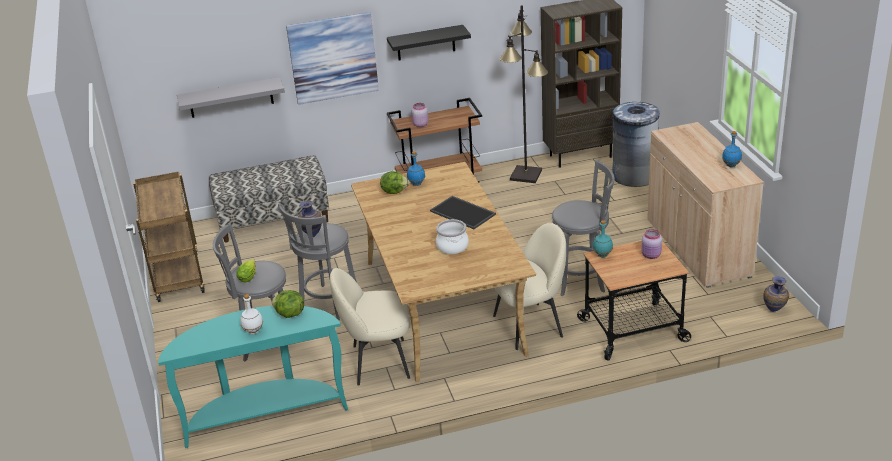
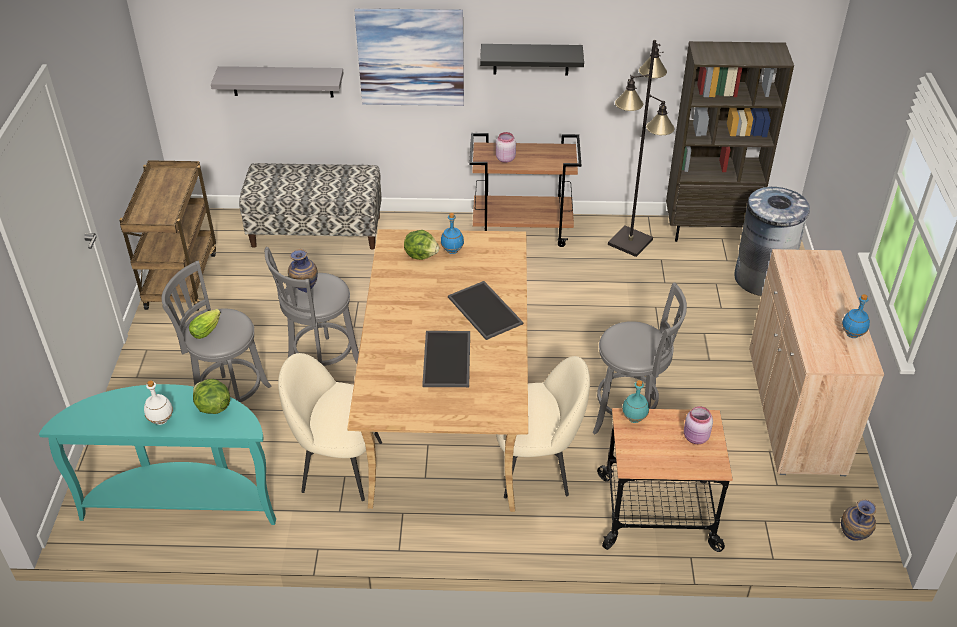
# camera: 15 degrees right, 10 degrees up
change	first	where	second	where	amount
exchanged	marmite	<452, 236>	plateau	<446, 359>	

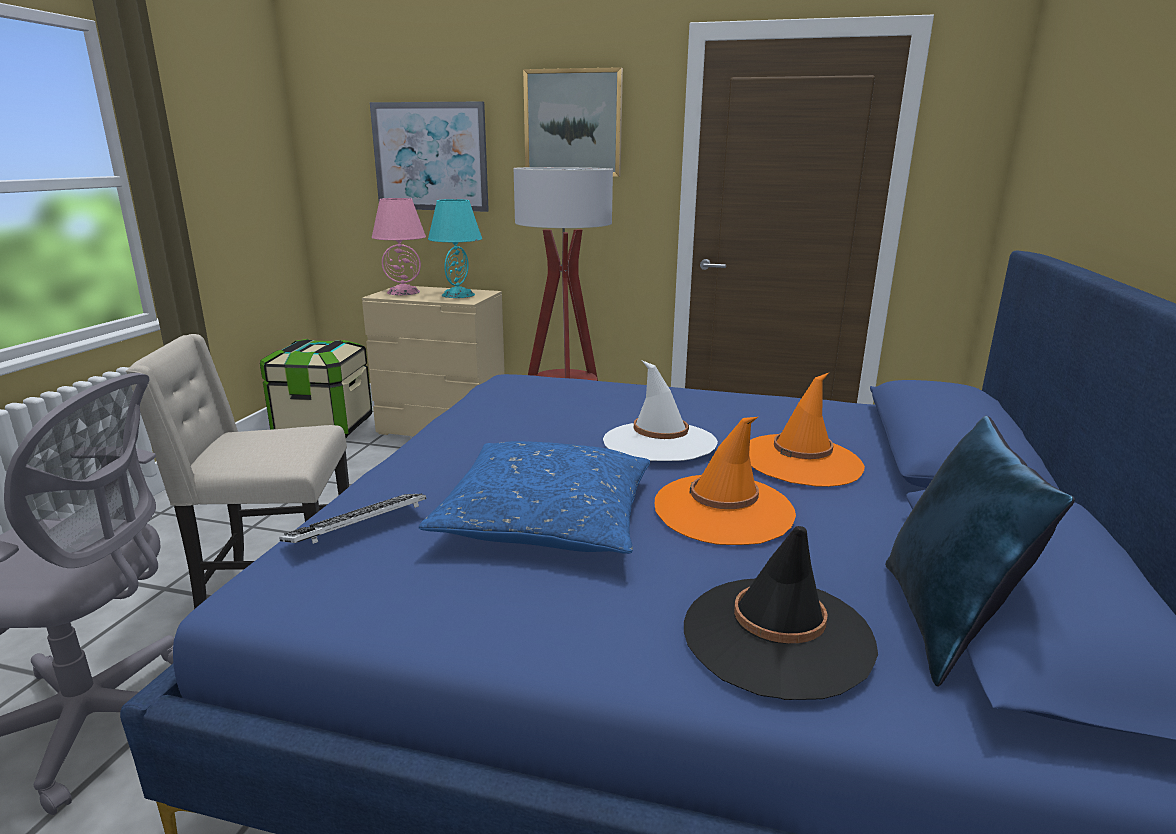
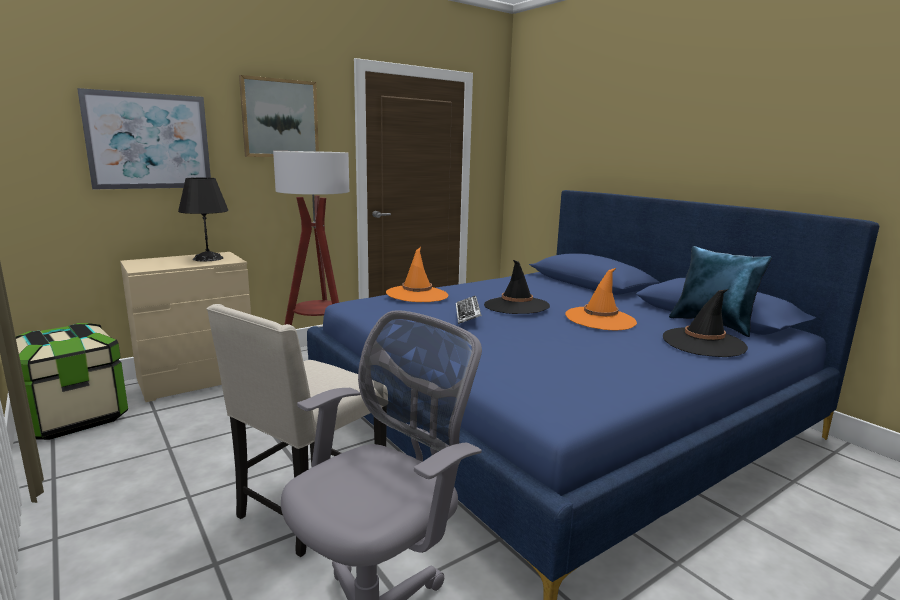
# camera: 50 degrees left, 5 degrees down
change	first	where	second	where	amount
missing	lampe de table [rose]	<399, 246>			
missing	coussin [bleu]	<534, 497>			
relocated	clavier	<353, 519>		<469, 310>	
relocated	chapeau [orange]	<807, 430>		<417, 274>	
colour	lampe de table [turquoise]	<455, 248>	lampe de table [noir]	<203, 219>	
colour	chapeau [blanc]	<660, 411>	chapeau [noir]	<517, 287>	

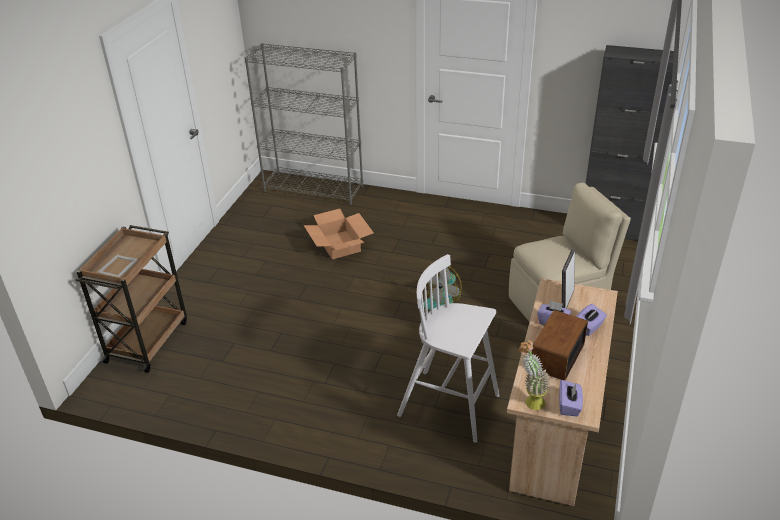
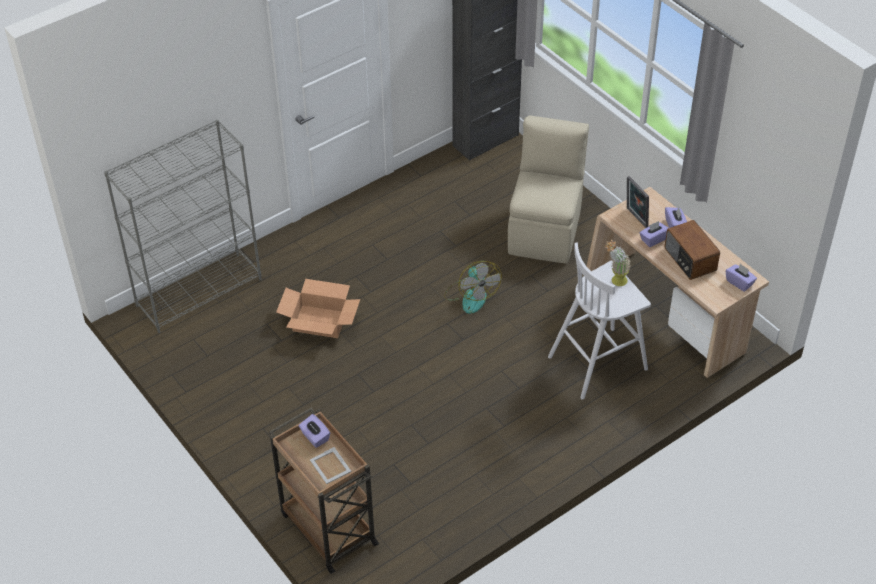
# camera: 55 degrees left, 10 degrees up
change	first	where	second	where	amount
appeared			boîte à mouchoirs [violet]	<314, 431>	
relocated	plante en pot	<534, 375>		<618, 262>	

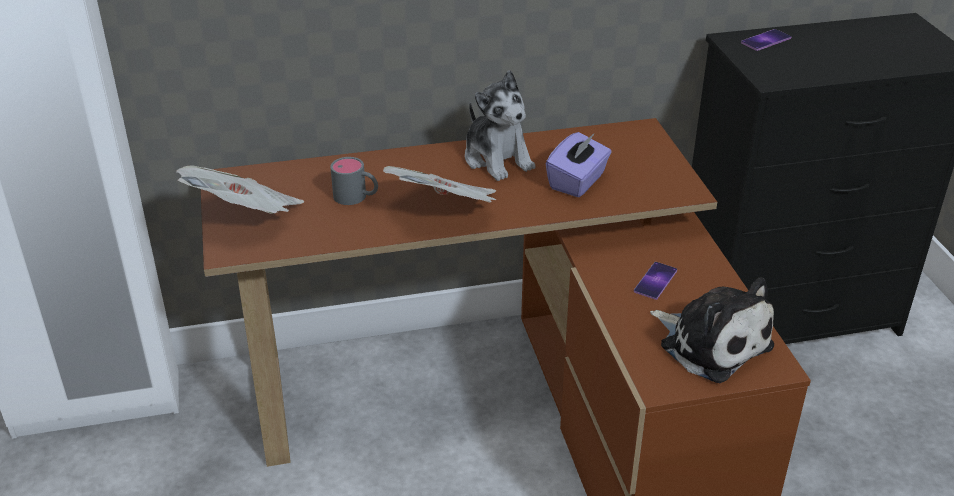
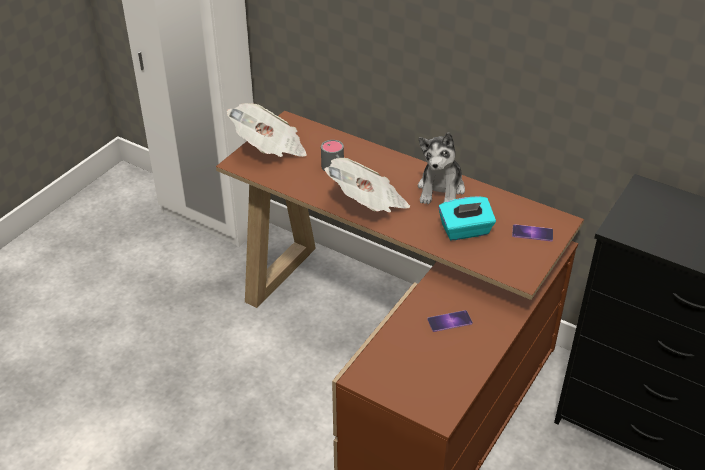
# camera: 45 degrees right, 5 degrees up
change	first	where	second	where	amount
missing	peluche	<712, 330>			
relocated	téléphone	<766, 40>		<532, 232>	
colour	boîte à mouchoirs [violet]	<579, 164>	boîte à mouchoirs [turquoise]	<467, 218>	

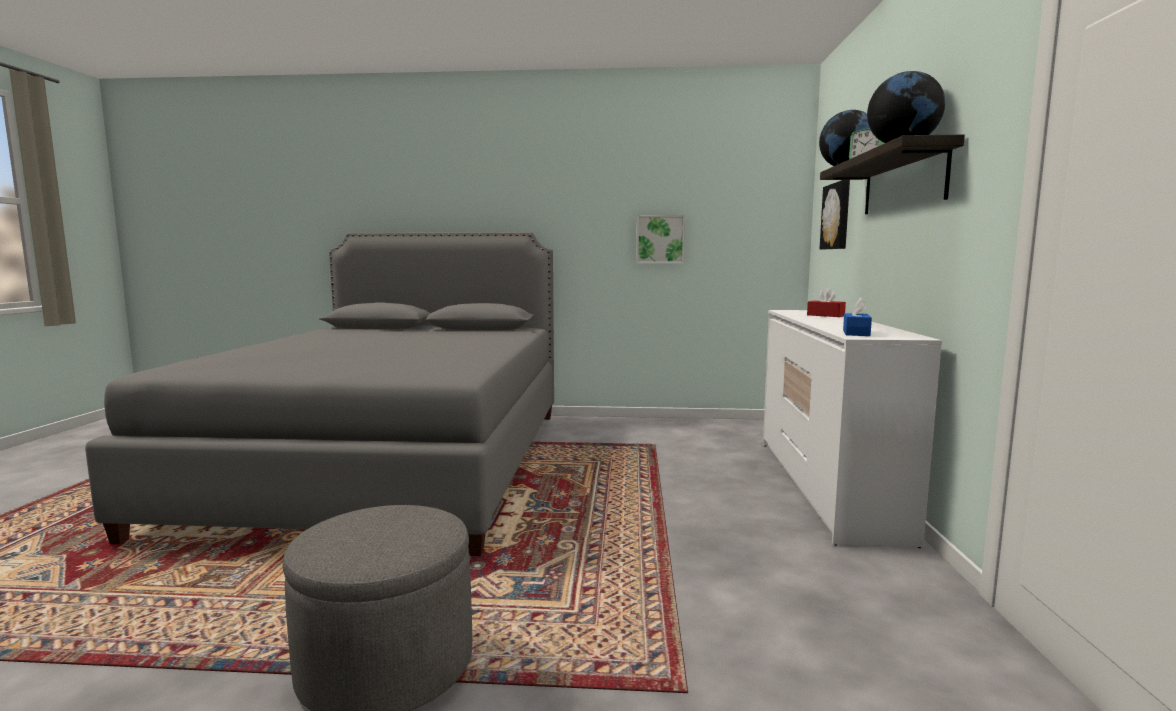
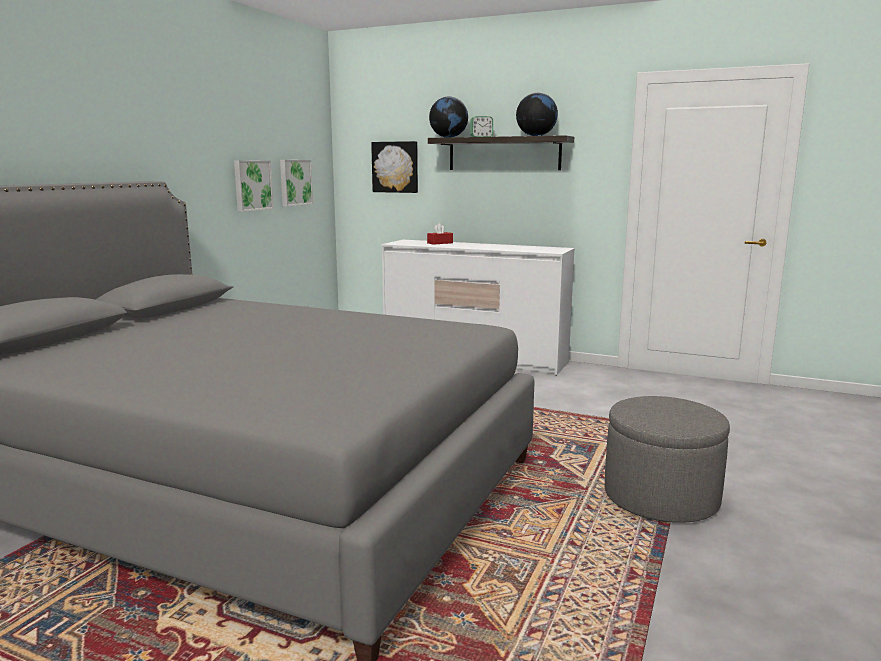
# camera: 70 degrees left, 5 degrees up
change	first	where	second	where	amount
missing	boîte à mouchoirs [bleu]	<857, 316>			
appeared			tableau	<296, 183>	

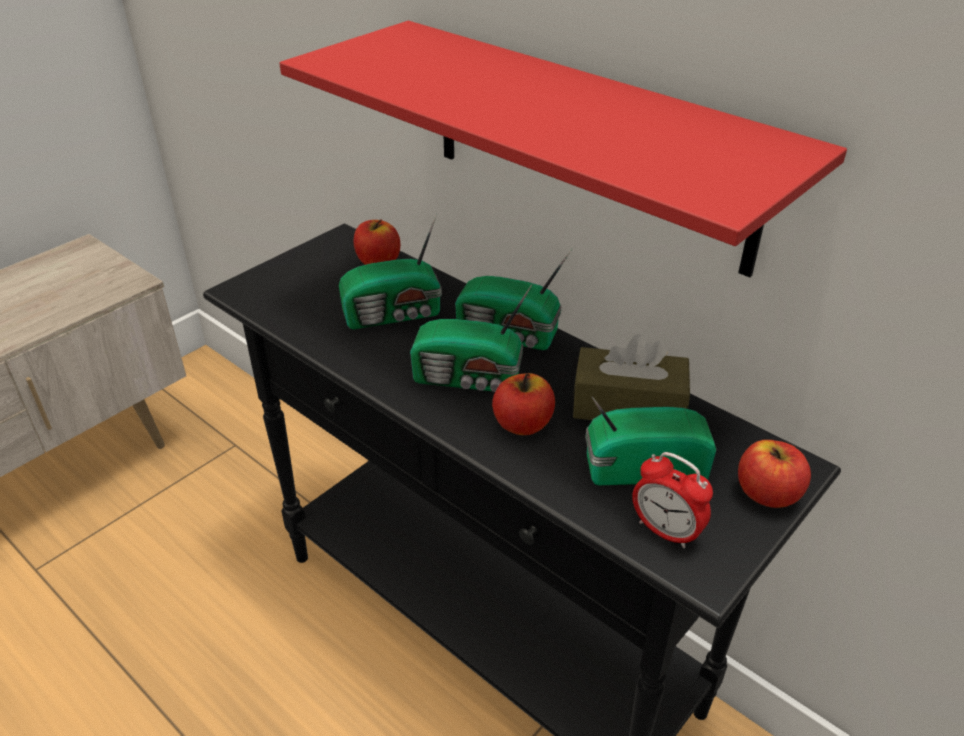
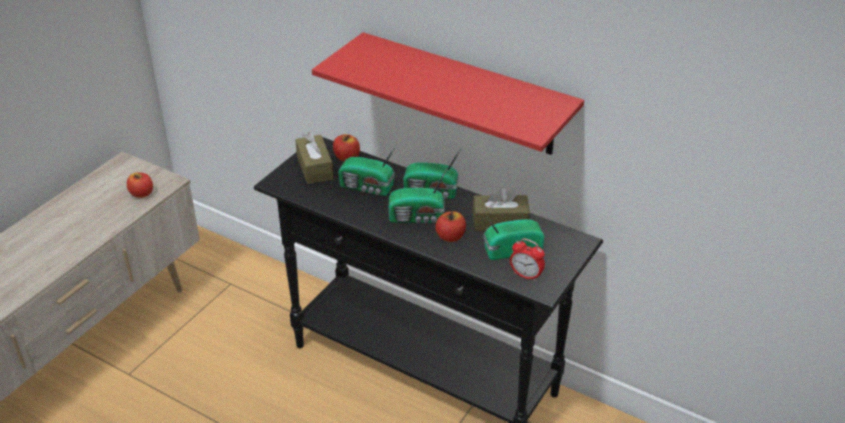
# camera: 10 degrees left, 0 degrees up
change	first	where	second	where	amount
appeared			boîte à mouchoirs [marron]	<314, 158>	
relocated	pomme	<774, 474>		<140, 185>	
spun	radio	<390, 271>		<368, 170>	45 degrees clockwise

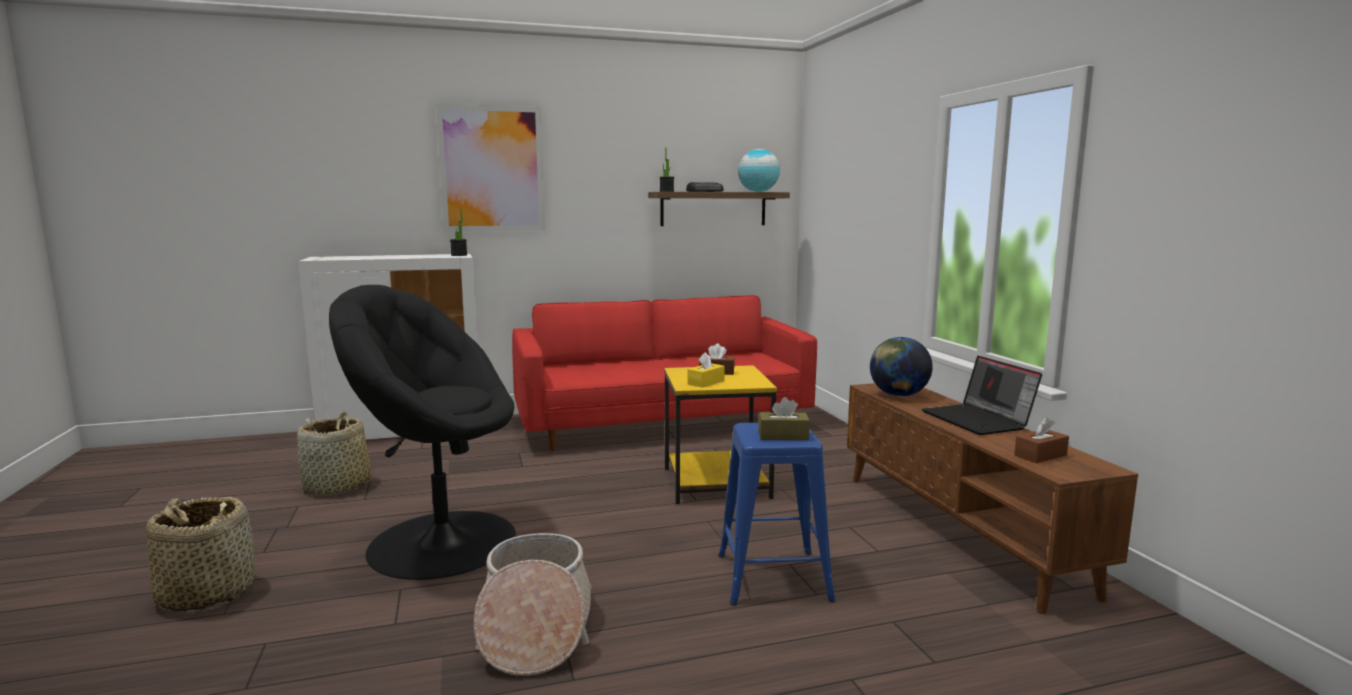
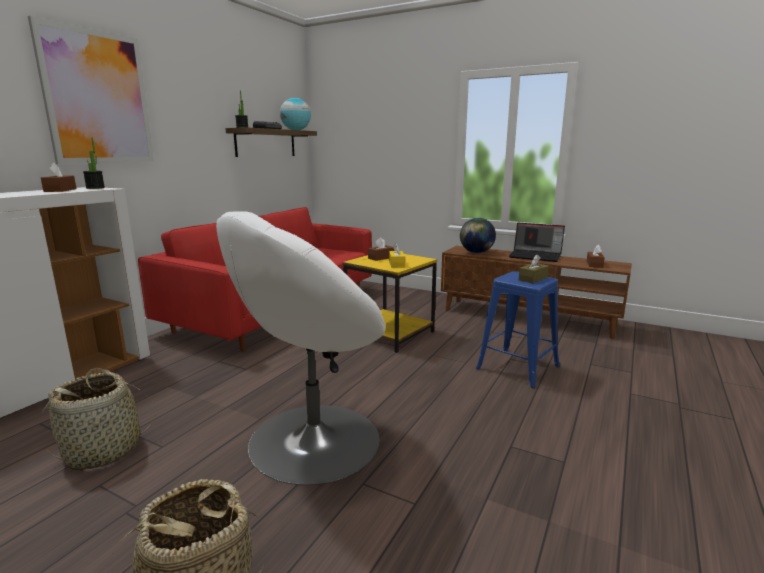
# camera: 45 degrees left, 5 degrees up
change	first	where	second	where	amount
missing	panier	<533, 604>			
appeared			boîte à mouchoirs [marron]	<59, 177>	
colour	fauteuil [noir]	<422, 432>	fauteuil [blanc]	<301, 348>	

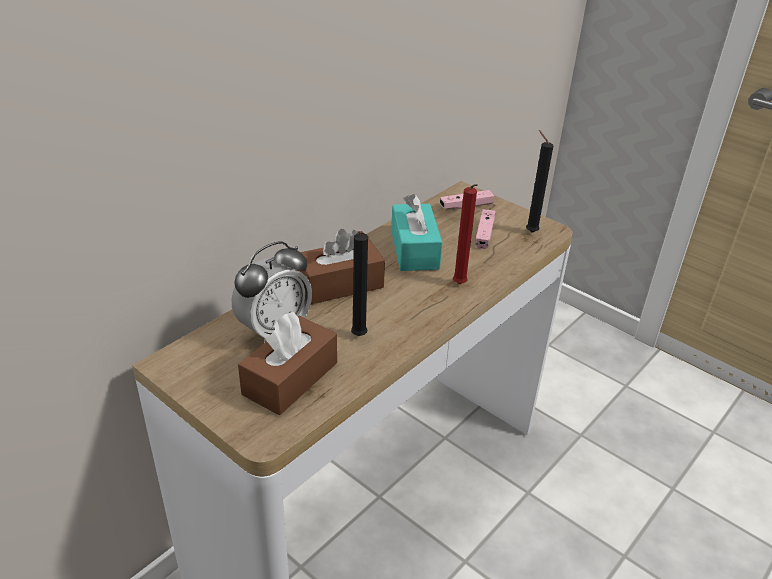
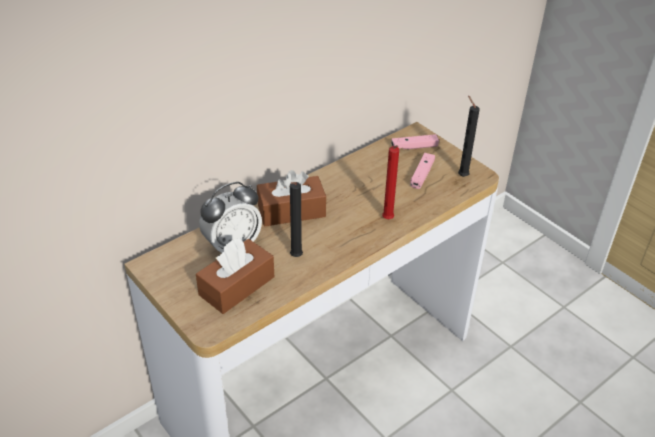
# camera: 10 degrees right, 5 degrees up
change	first	where	second	where	amount
missing	boîte à mouchoirs [turquoise]	<417, 232>			

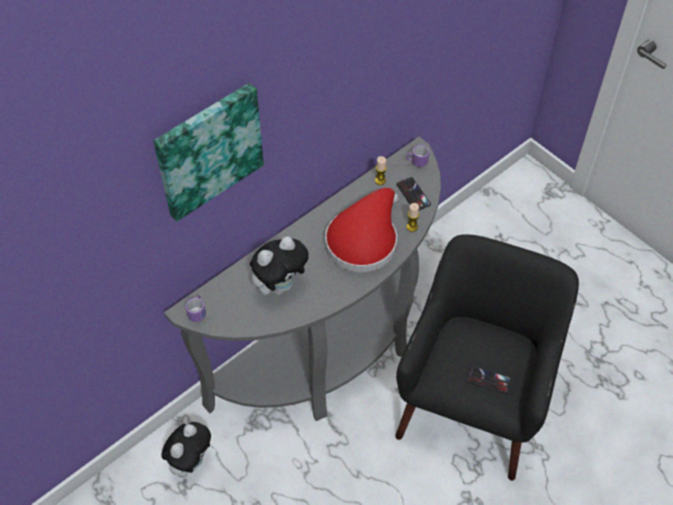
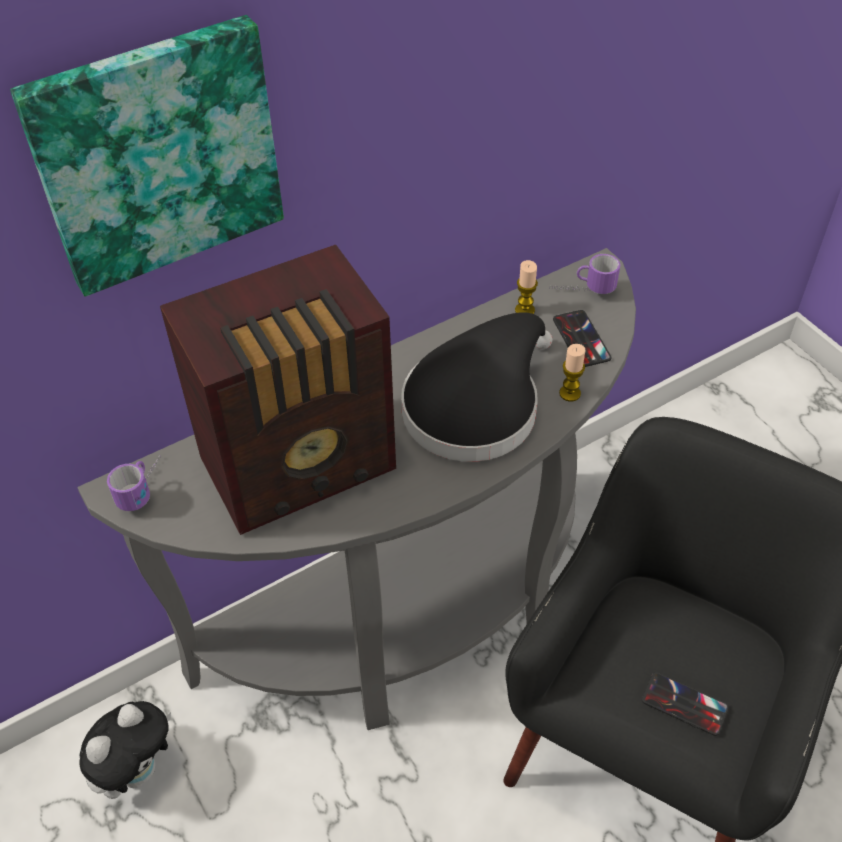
# camera: 10 degrees right, 5 degrees down
change	first	where	second	where	amount
exchanged	peluche	<279, 266>	radio	<278, 390>	
colour	chapeau [rouge]	<362, 230>	chapeau [noir]	<476, 387>	

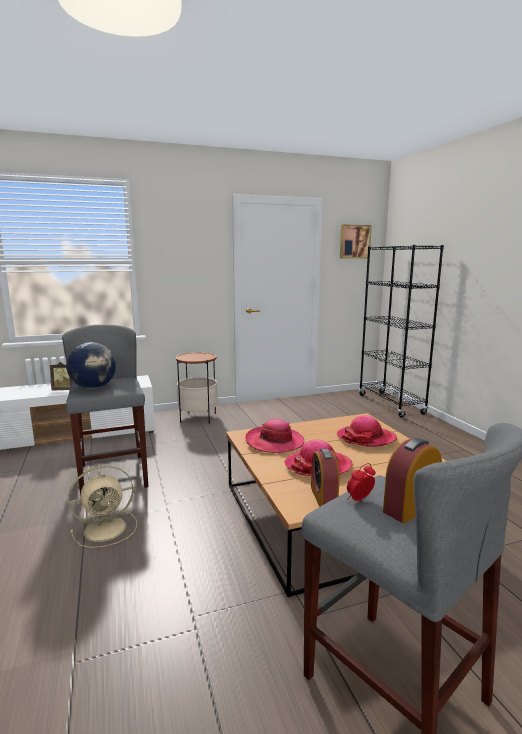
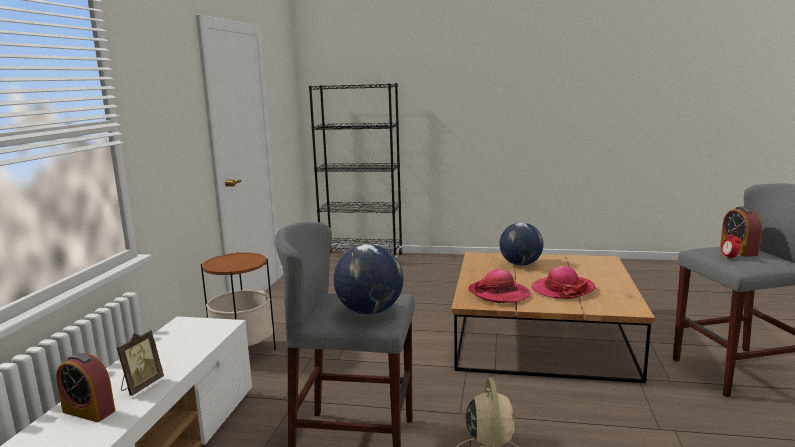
# camera: 60 degrees left, 0 degrees up
change	first	where	second	where	amount
missing	tableau	<356, 241>			
relocated	réveil	<325, 478>		<85, 387>	
exchanged	chapeau	<366, 431>	globe	<521, 244>	

